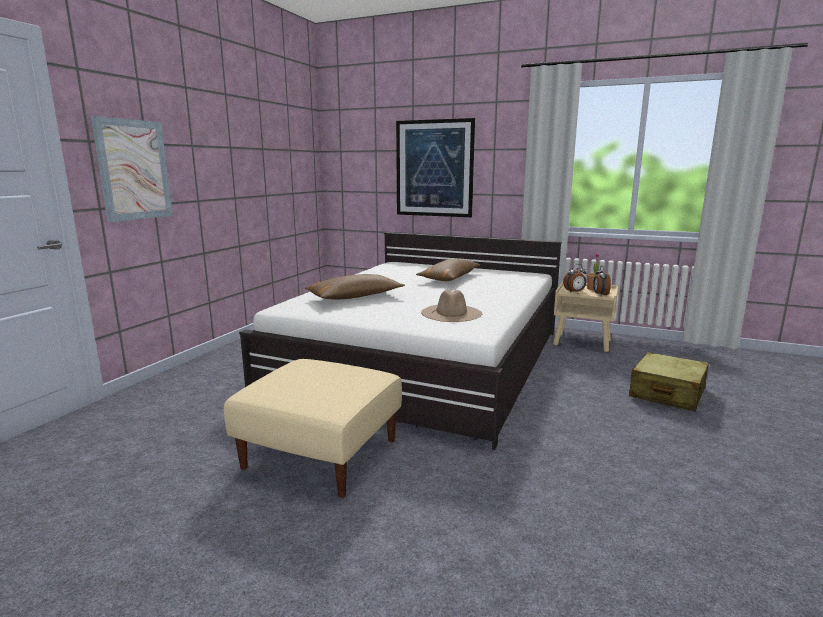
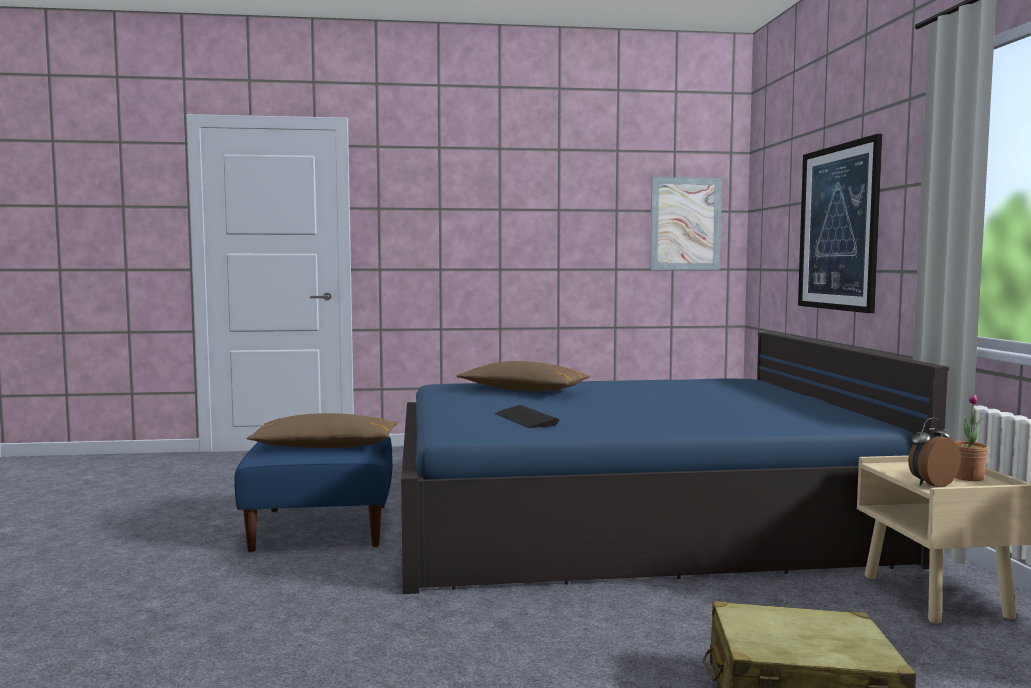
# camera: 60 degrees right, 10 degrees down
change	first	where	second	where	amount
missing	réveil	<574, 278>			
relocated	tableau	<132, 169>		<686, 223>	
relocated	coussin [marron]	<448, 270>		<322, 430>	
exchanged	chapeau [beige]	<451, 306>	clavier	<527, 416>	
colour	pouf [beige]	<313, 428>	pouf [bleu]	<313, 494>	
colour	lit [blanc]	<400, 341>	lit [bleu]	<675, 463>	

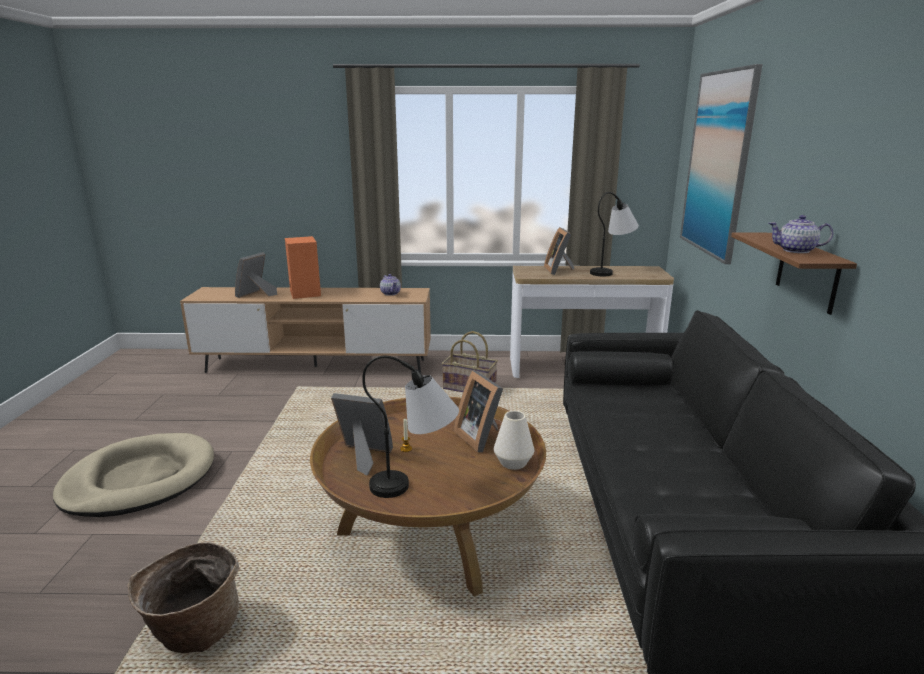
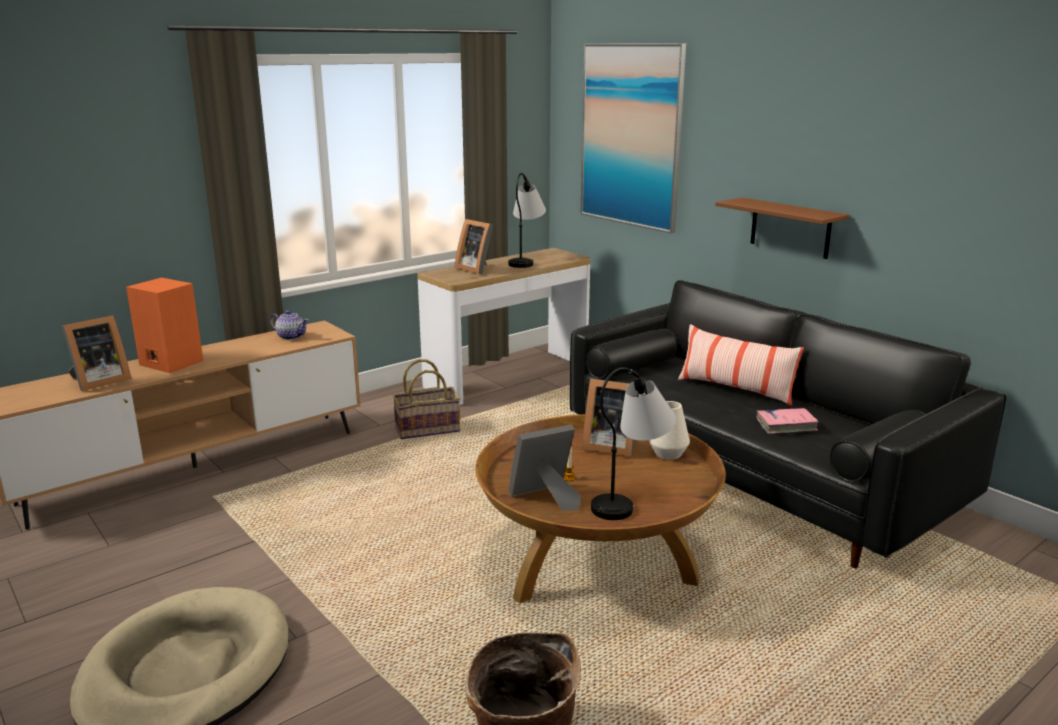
# camera: 40 degrees left, 0 degrees up
change	first	where	second	where	amount
missing	théière	<801, 234>			
appeared			coussin	<741, 365>	
appeared			livre [rose]	<787, 421>	
spun	cadre photo	<256, 275>		<96, 353>	120 degrees counterclockwise

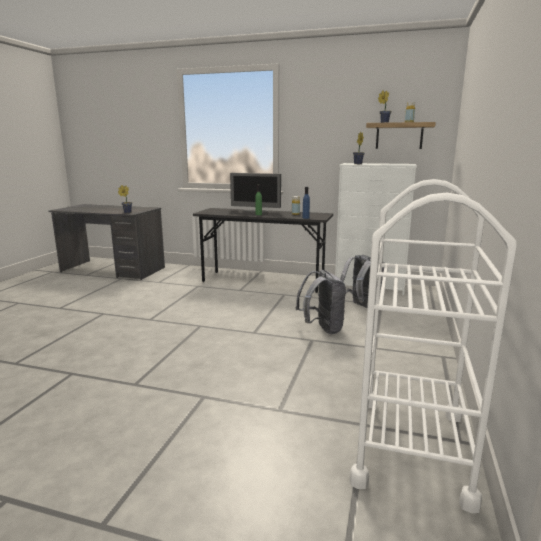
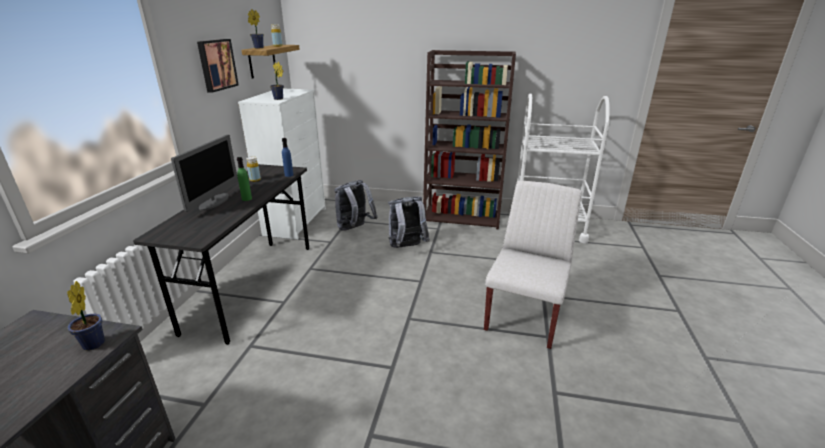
# camera: 95 degrees left, 10 degrees up
change	first	where	second	where	amount
appeared			tableau	<218, 66>	
appeared			bibliothèque [marron]	<469, 139>	
appeared			chaise [blanc]	<533, 265>	

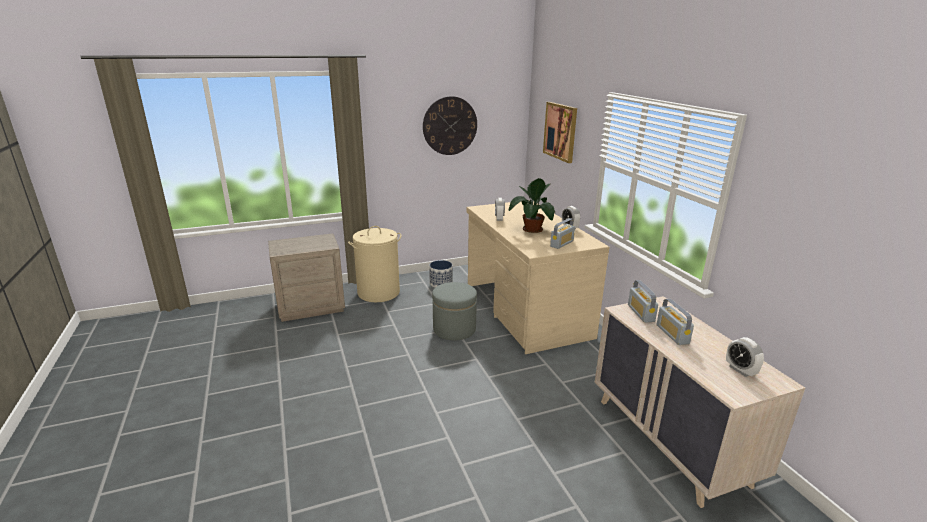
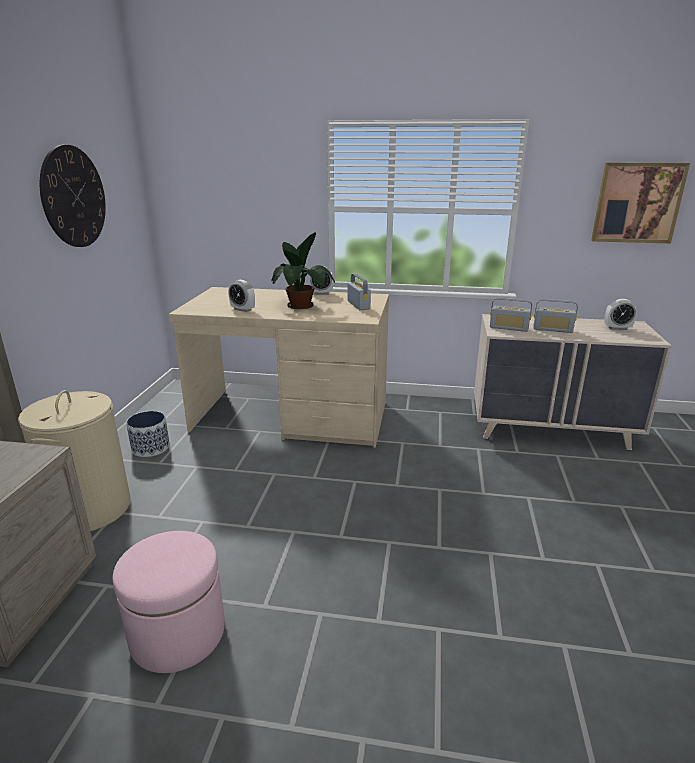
# camera: 60 degrees left, 0 degrees up
change	first	where	second	where	amount
missing	pouf [gris]	<454, 311>			
appeared			pouf [rose]	<169, 602>	
relocated	tableau	<560, 132>		<640, 203>	

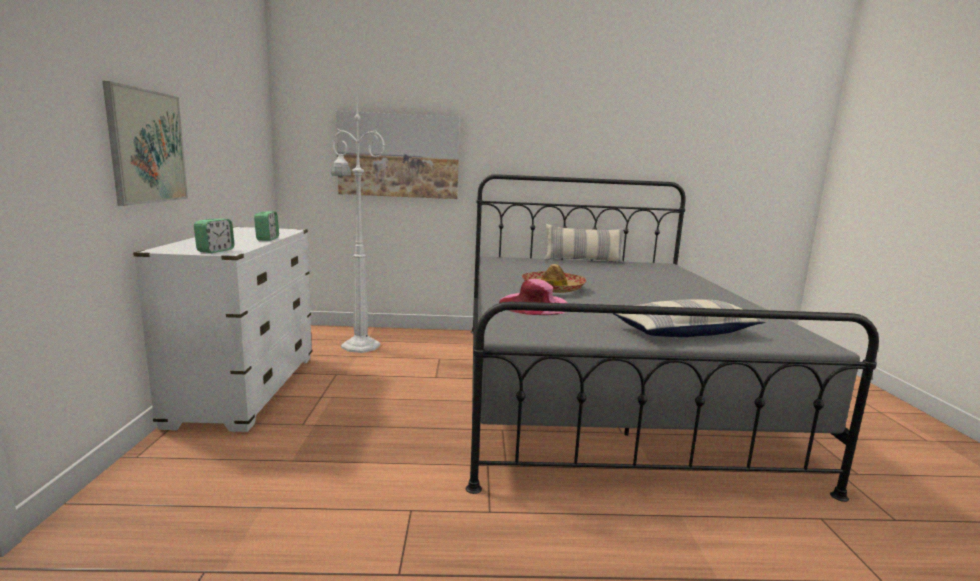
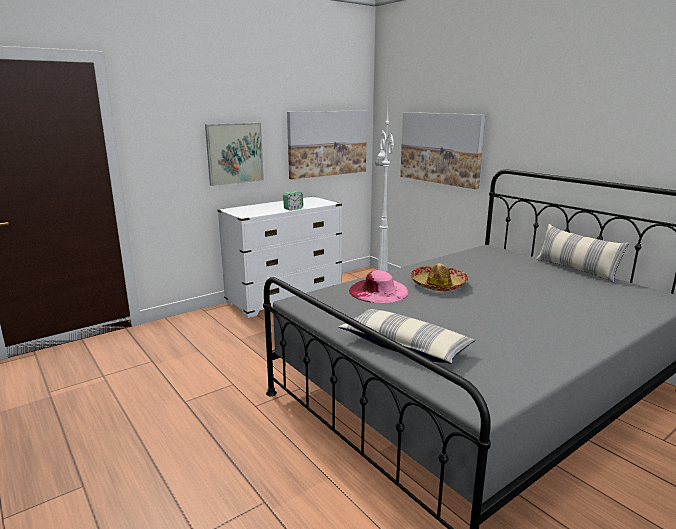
# camera: 55 degrees right, 5 degrees up
change	first	where	second	where	amount
missing	réveil	<214, 236>			
appeared			tableau	<327, 144>	

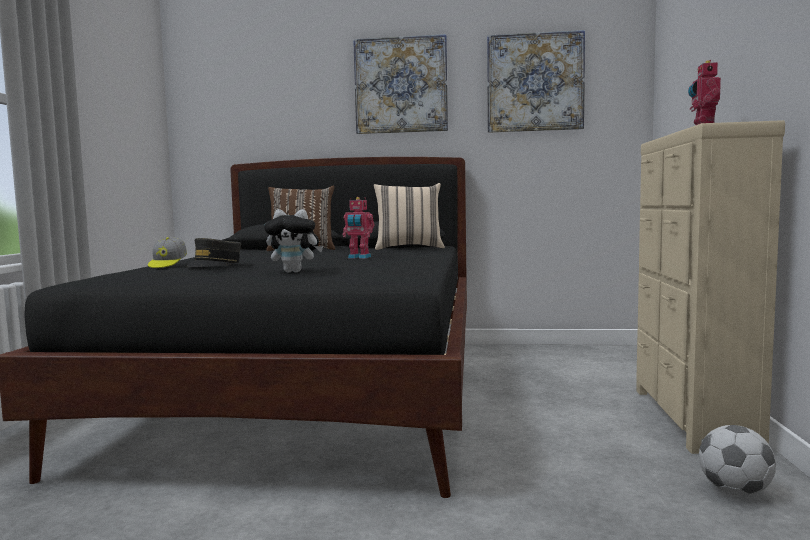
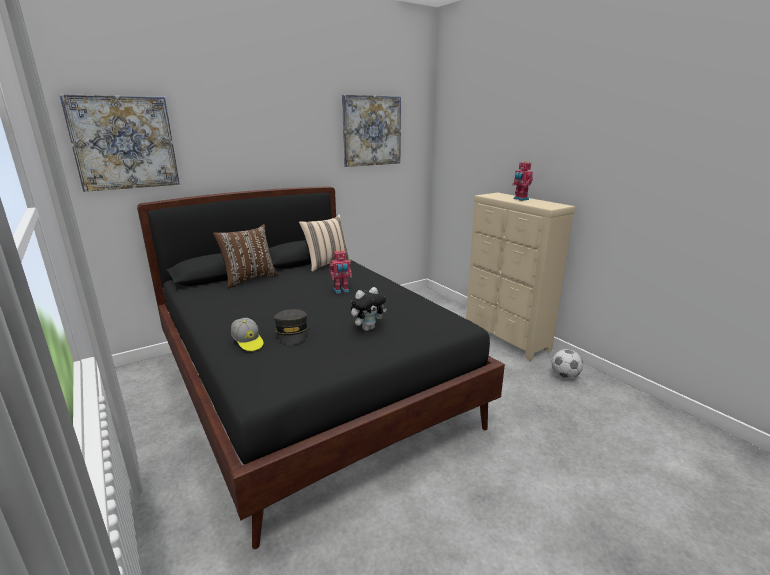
# camera: 40 degrees left, 15 degrees up
change	first	where	second	where	amount
relocated	tableau	<400, 84>		<119, 143>	

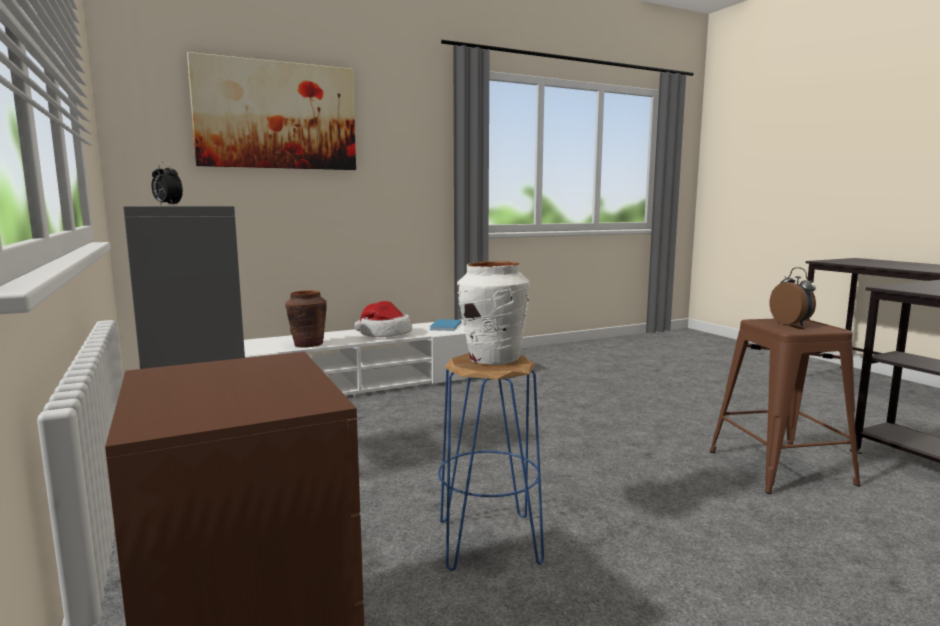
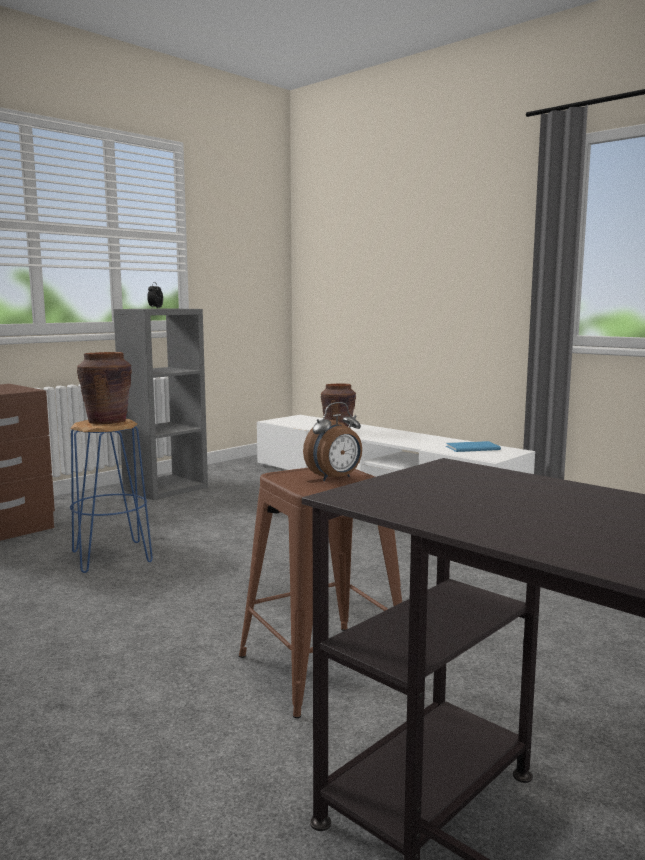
# camera: 70 degrees right, 0 degrees up
change	first	where	second	where	amount
missing	tableau	<271, 111>			
missing	chapeau	<383, 319>			
colour	vase [blanc]	<493, 313>	vase [marron]	<104, 388>	

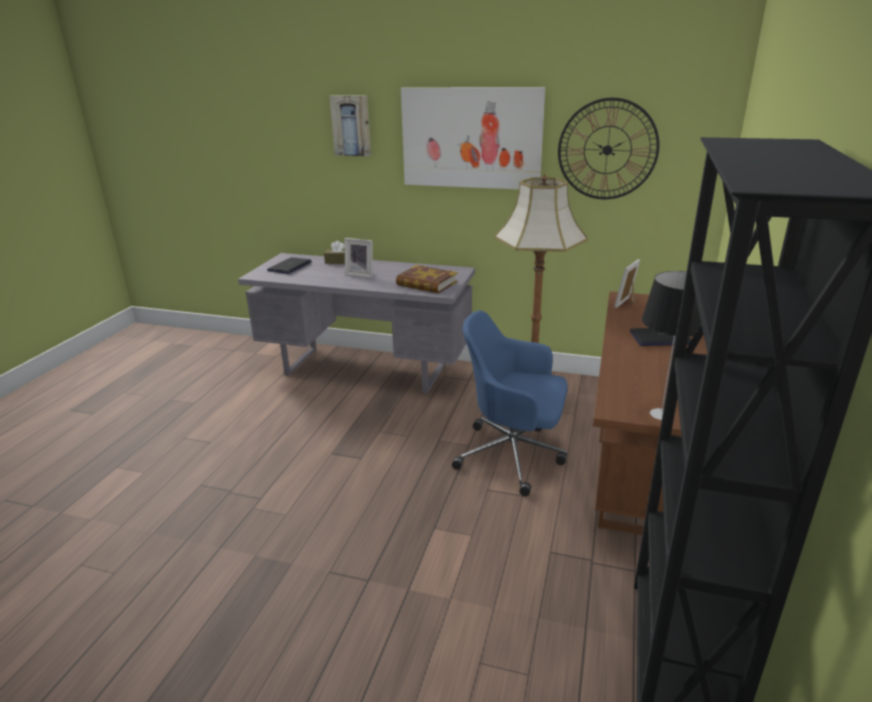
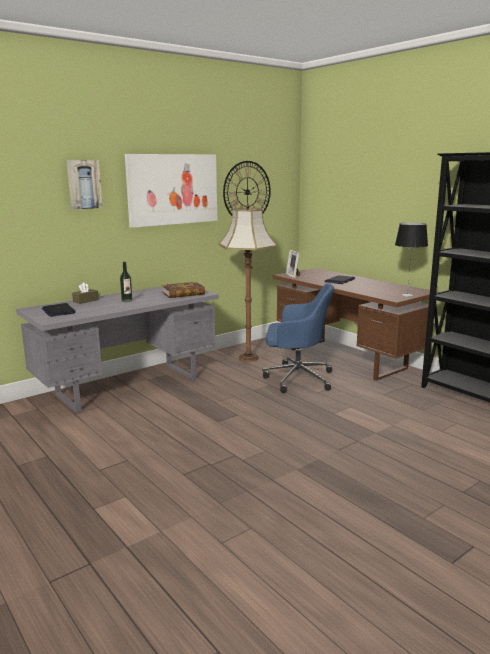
# camera: 55 degrees left, 10 degrees down
change	first	where	second	where	amount
exchanged	cadre photo	<358, 258>	bouteille	<126, 282>	
spun	chaise de bureau [bleu]	<510, 403>		<298, 338>	135 degrees counterclockwise

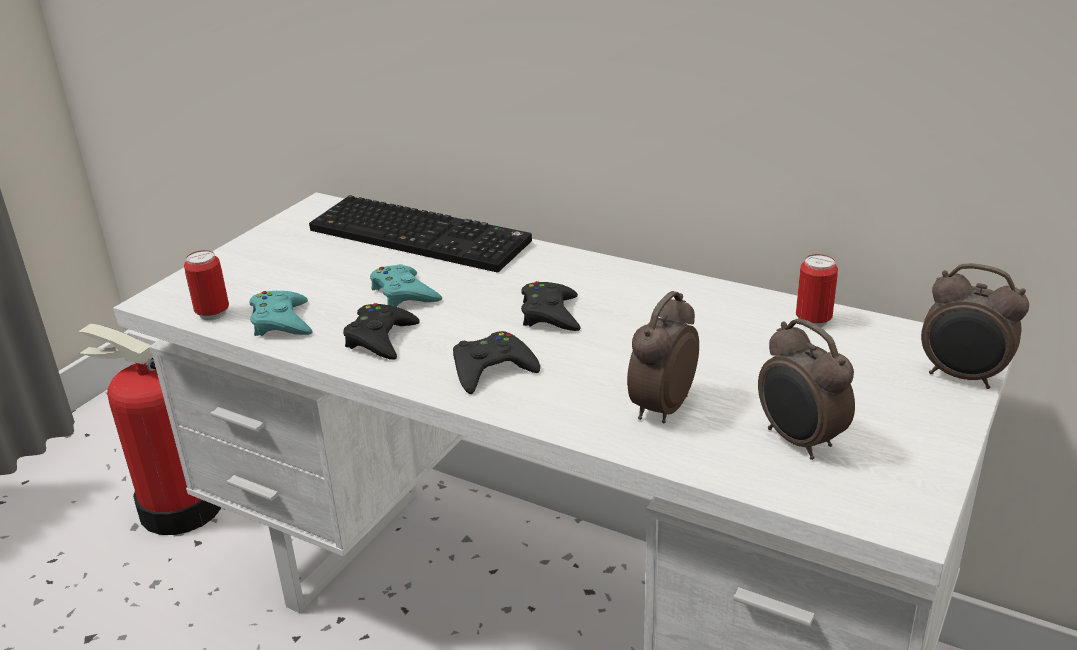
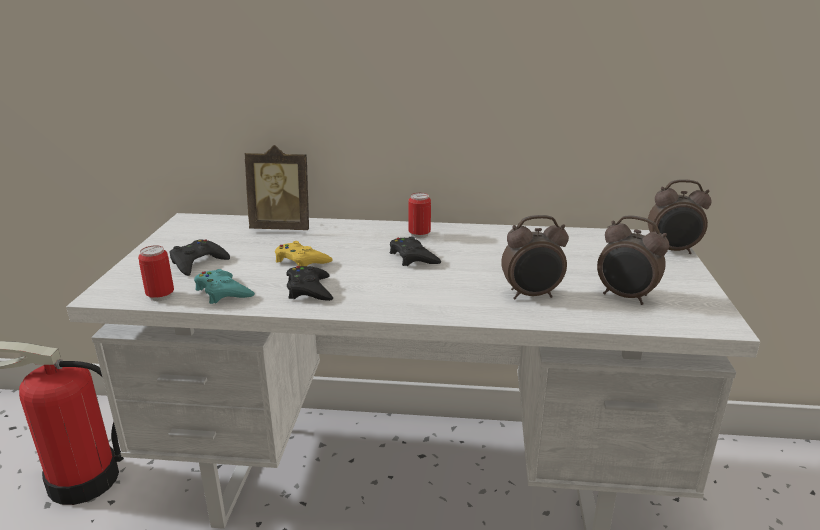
# camera: 25 degrees left, 5 degrees down
change	first	where	second	where	amount
relocated	manette [noir]	<496, 362>		<199, 257>	
relocated	boîte métallique	<817, 291>		<419, 216>	
exchanged	clavier	<420, 233>	cadre photo	<277, 187>	
colour	manette [turquoise]	<406, 285>	manette [jaune]	<304, 253>	
spun	réveil	<663, 357>		<535, 257>	105 degrees counterclockwise

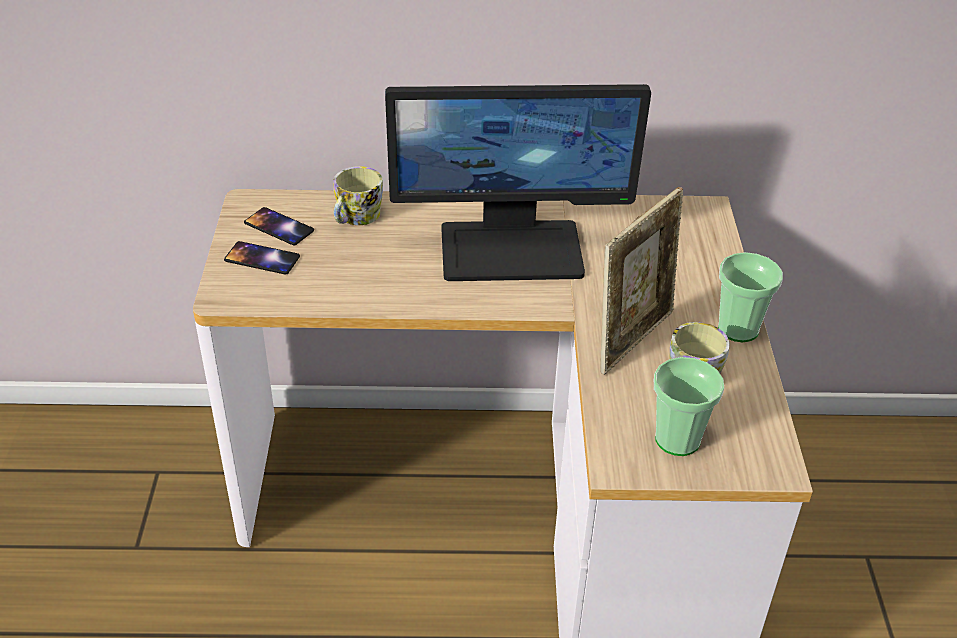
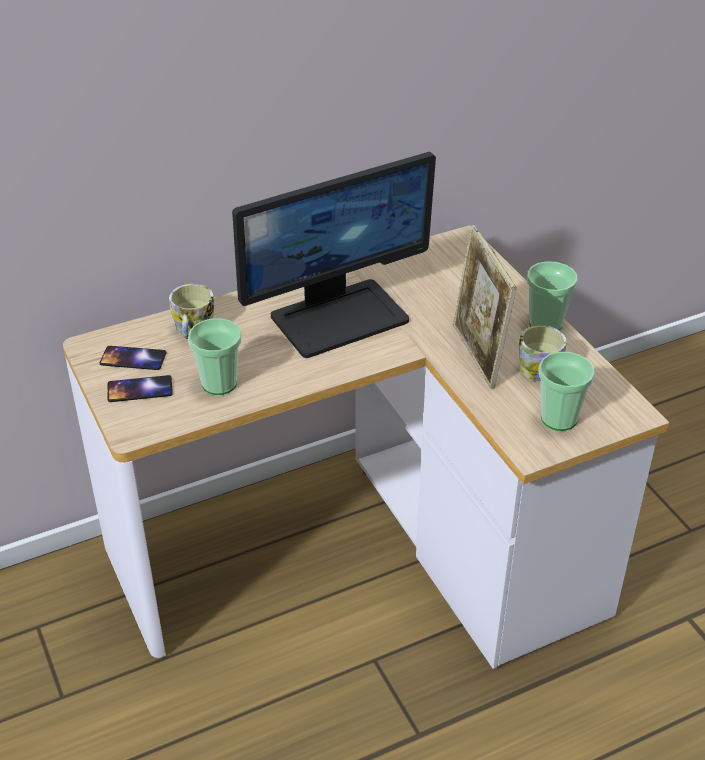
# camera: 25 degrees left, 0 degrees up
change	first	where	second	where	amount
appeared			tasse	<215, 356>	
spun	cadre photo	<641, 281>		<485, 307>	150 degrees clockwise

